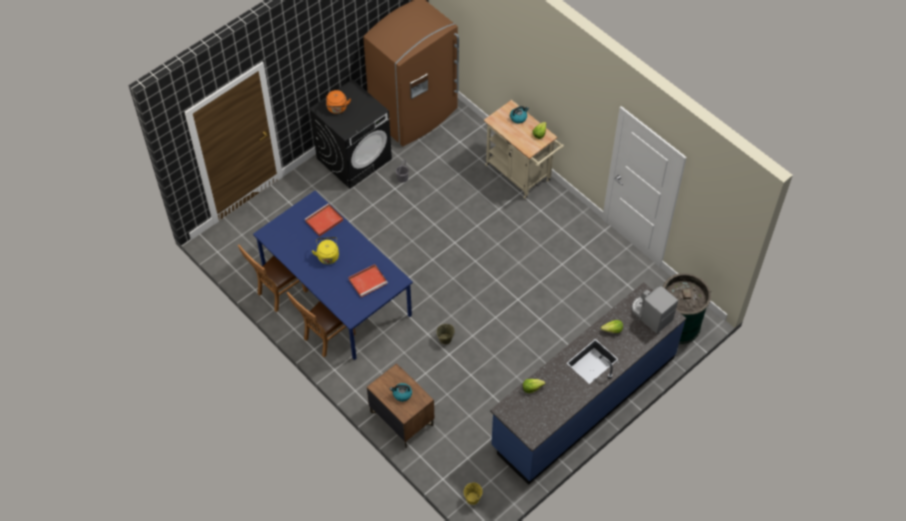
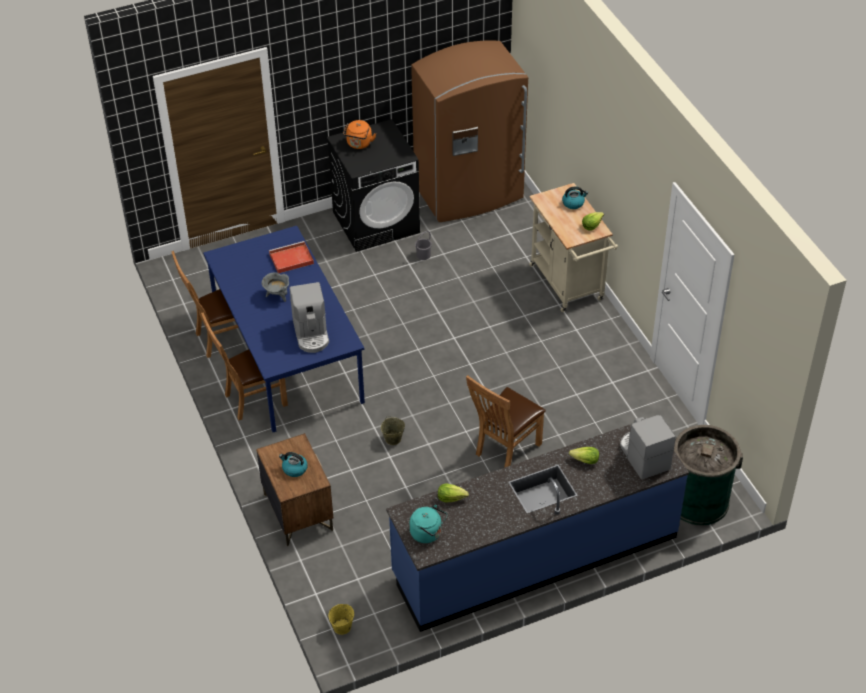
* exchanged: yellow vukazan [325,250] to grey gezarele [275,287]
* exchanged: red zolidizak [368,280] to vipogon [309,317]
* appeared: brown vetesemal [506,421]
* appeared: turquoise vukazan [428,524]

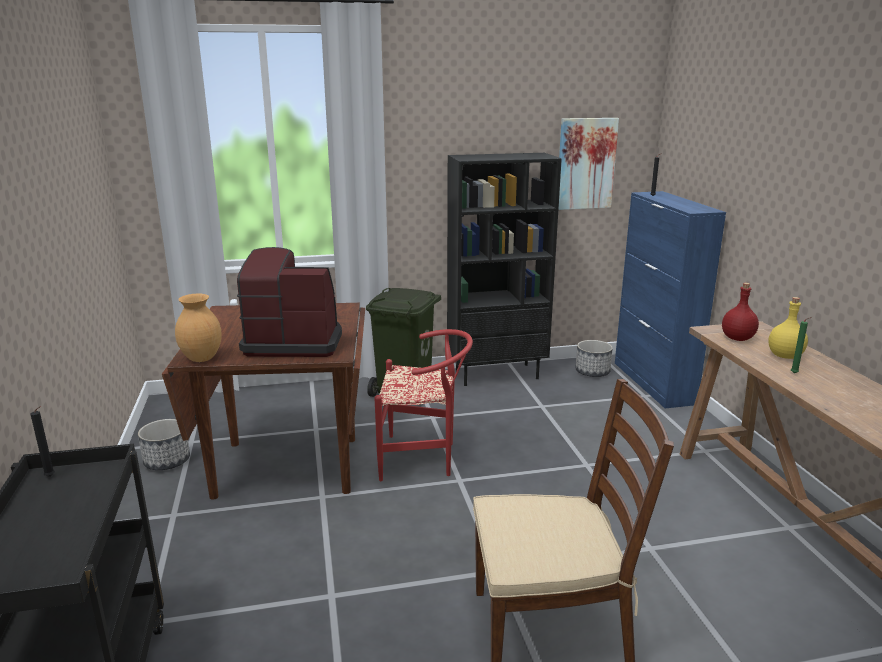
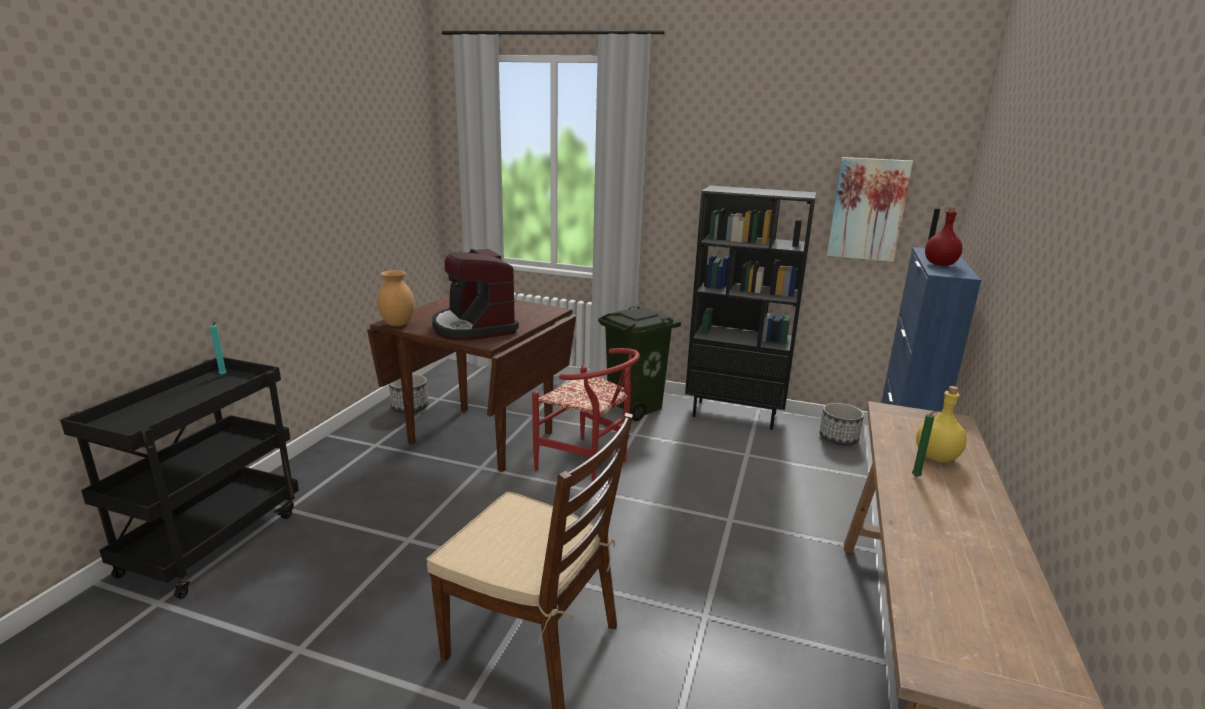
* spun: vipogon [289,302] = [475,295] 150 degrees counterclockwise
* relocated: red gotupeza [740,312] to [944,236]
* colour: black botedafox [42,441] to turquoise botedafox [218,348]

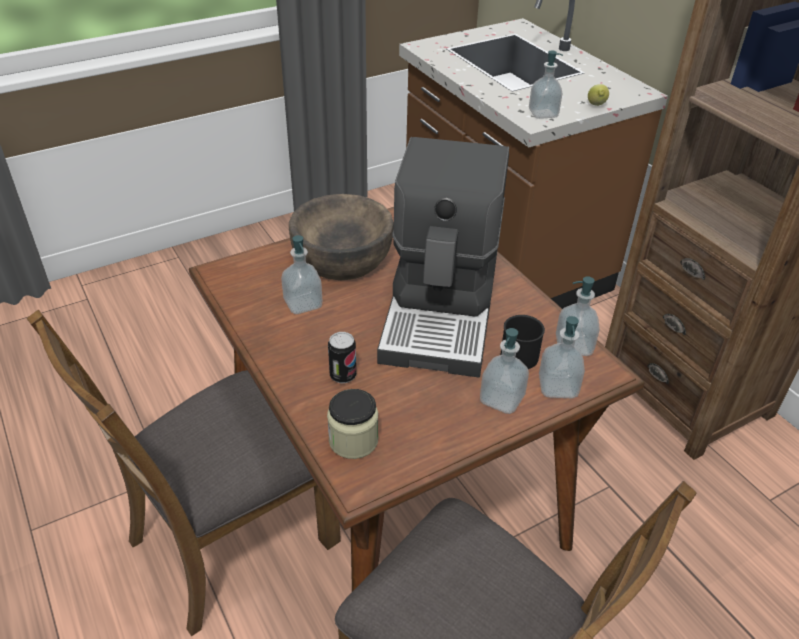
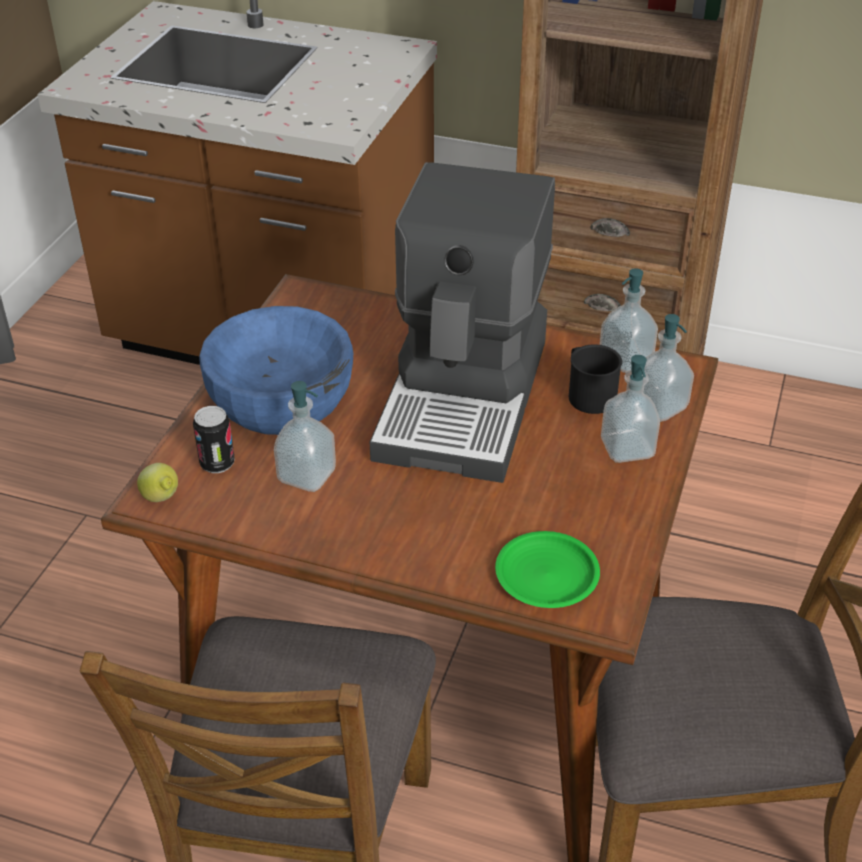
* missing: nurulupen [546,85]
* relocated: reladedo [598,95] to [157,482]
* spun: vipogon [443,257] = [462,322] 45 degrees clockwise
* colour: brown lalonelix [341,237] to blue lalonelix [276,370]
* relocated: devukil [342,357] to [214,439]
* exchanged: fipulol [352,424] to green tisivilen [547,569]

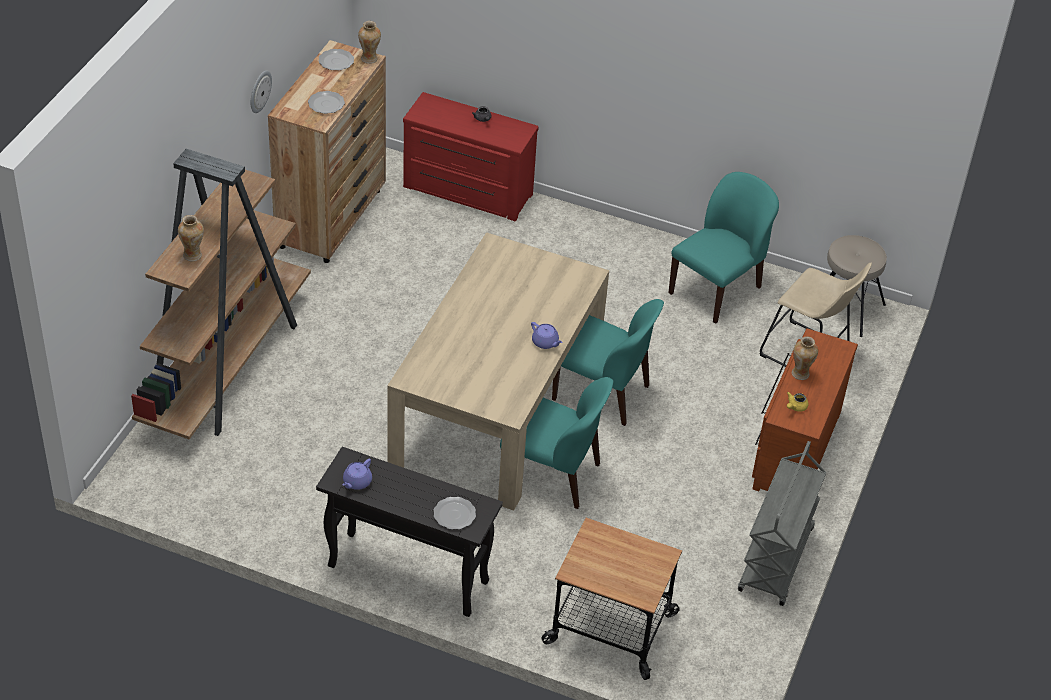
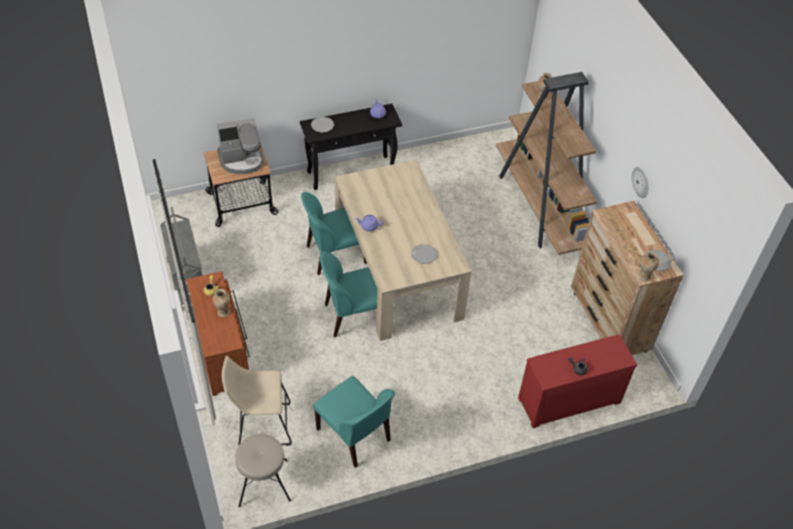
* relocated: tisivilen [326,102] to [424,254]
* spun: turquoise vetesemal [723,248] = [354,422] 45 degrees counterclockwise
* appeared: vipogon [240,146]

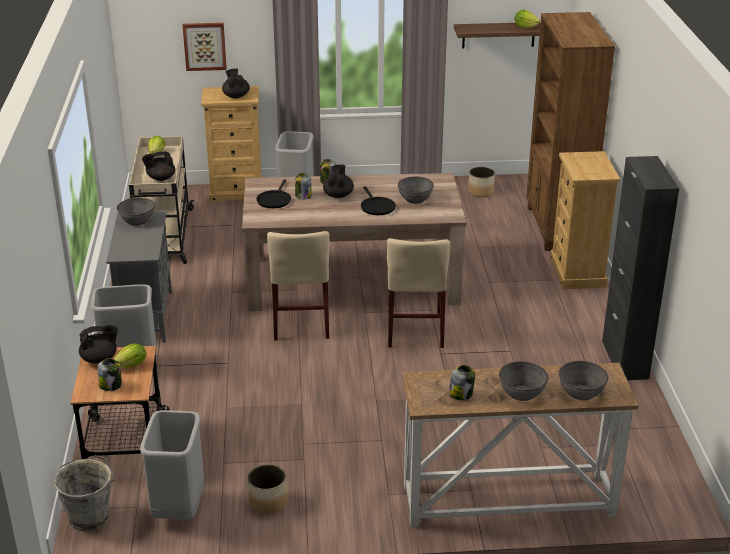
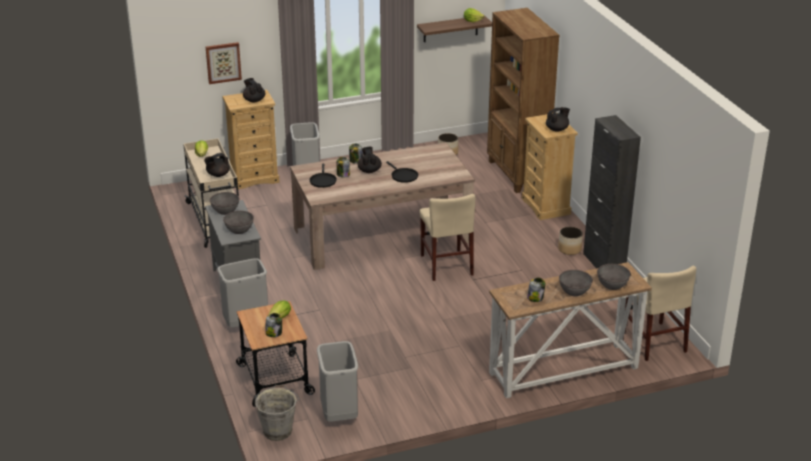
* relocated: grey lalonelix [416,190] to [238,222]
* relocated: beige vetesemal [298,285] to [660,313]
* relocated: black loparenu [98,344] to [558,119]
* relocated: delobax [267,489] to [570,241]

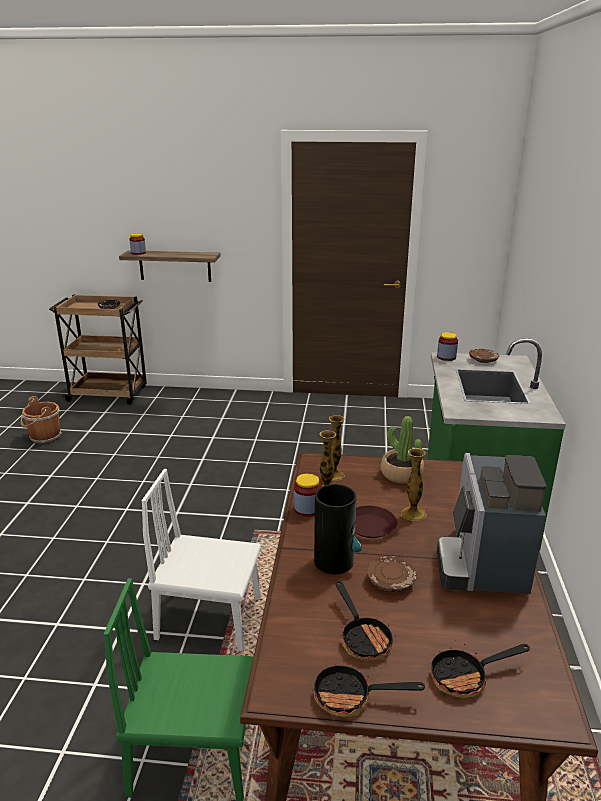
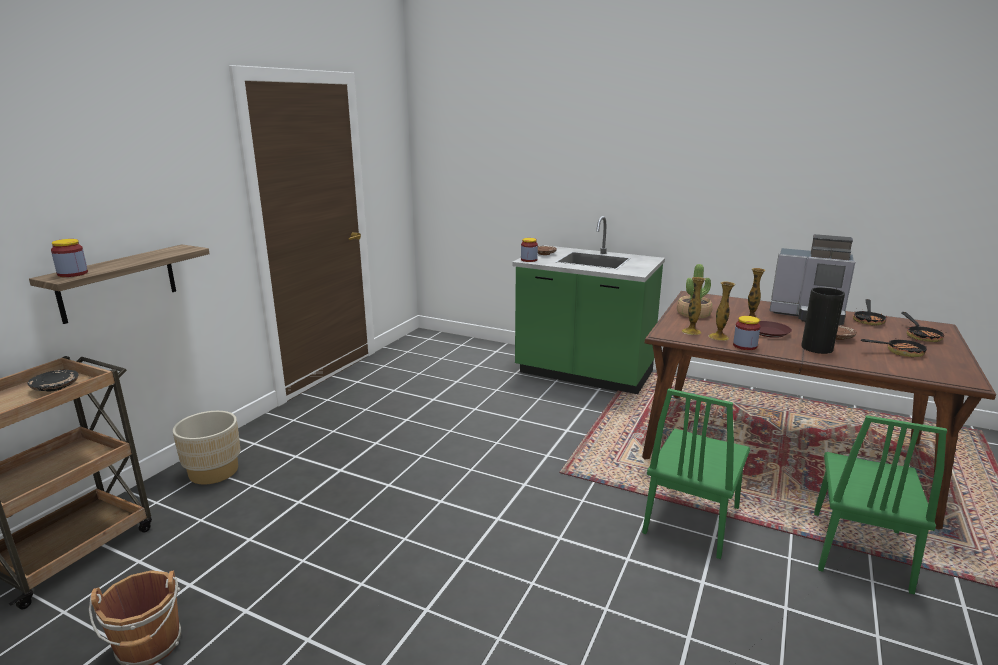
* colour: white vetesemal [201,560] to green vetesemal [696,473]
* relocated: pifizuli [369,690] to [870,312]
* appeared: beige delobax [206,447]

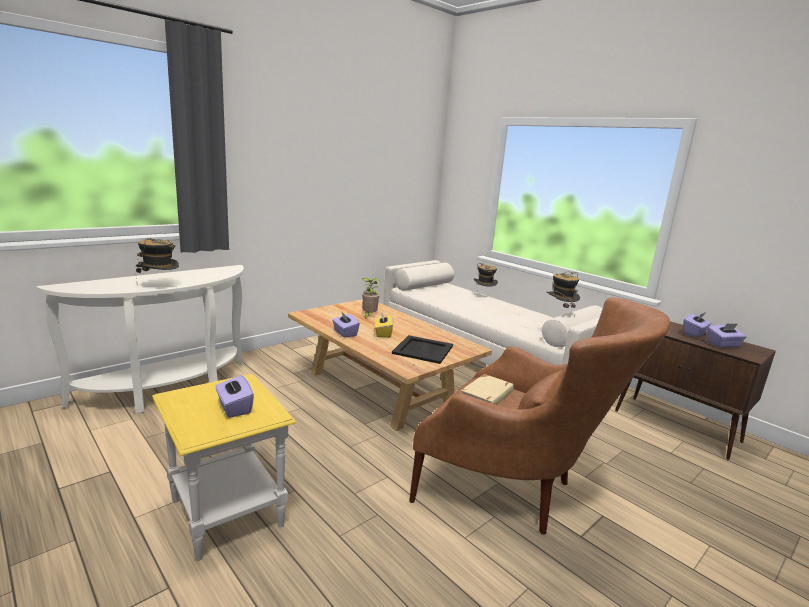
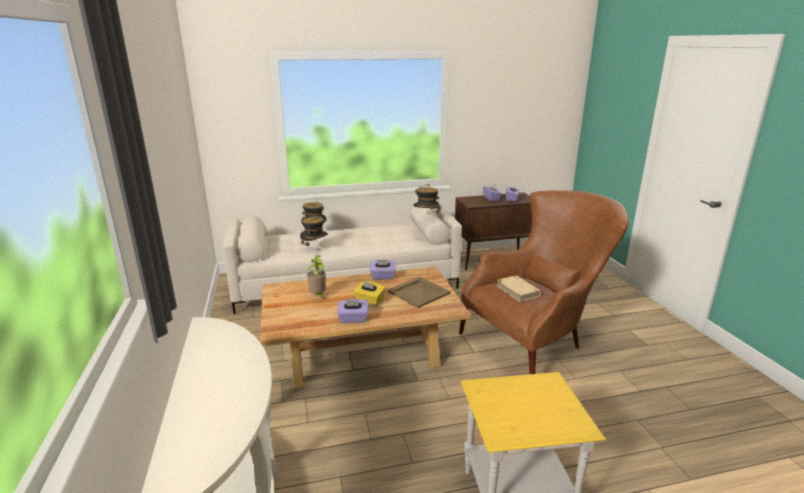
* relocated: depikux [157,259] to [314,231]
* colour: black zolidizak [422,349] to beige zolidizak [419,292]
* relocated: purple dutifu [234,396] to [383,269]

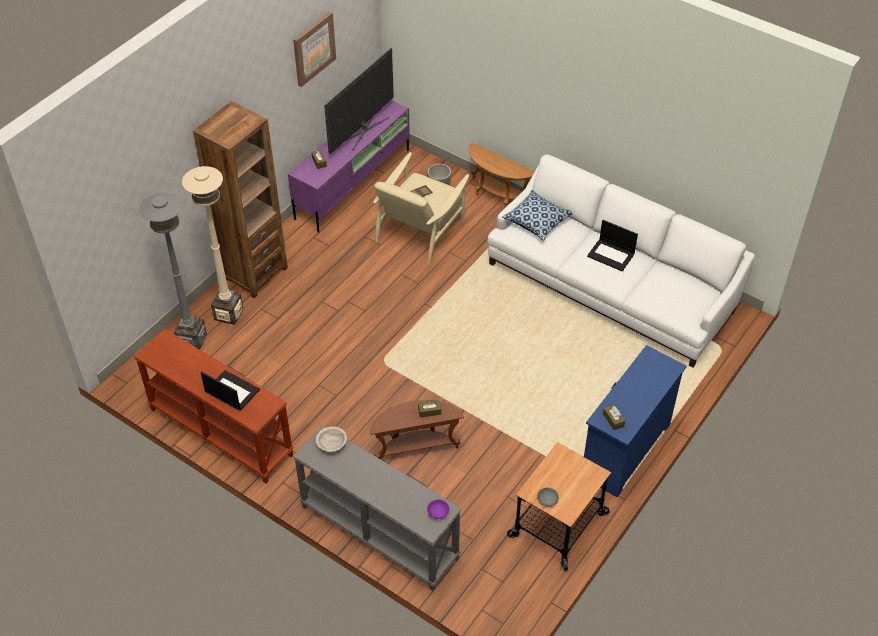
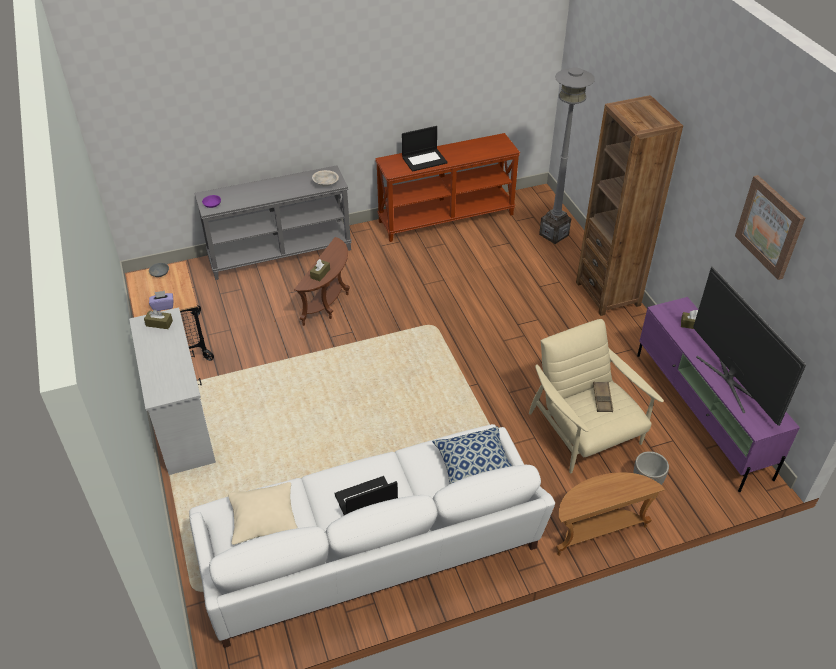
* missing: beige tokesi [212,245]
* colour: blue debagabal [635,421] to white debagabal [172,391]
* appeared: purple dutifu [161,301]
* appeared: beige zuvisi [263,513]

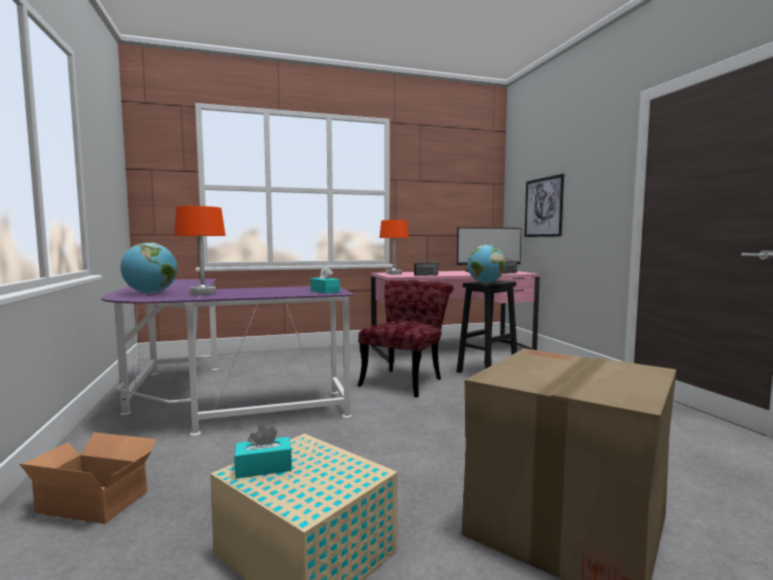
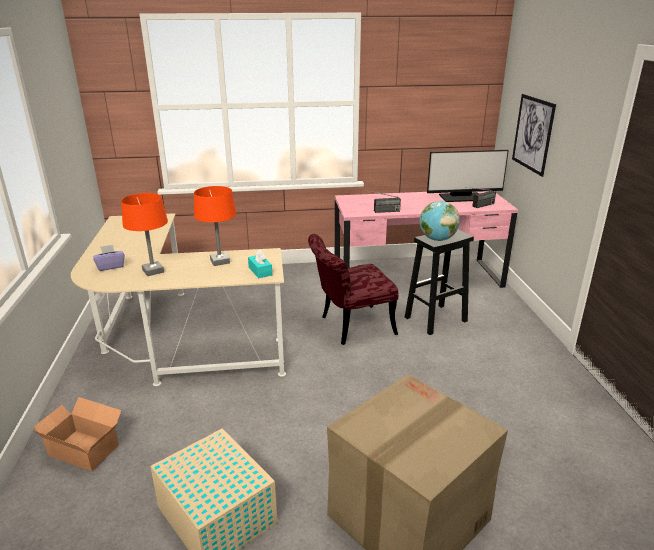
* relocated: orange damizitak [394,247] to [215,226]
* exchanged: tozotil [148,268] to purple dutifu [108,258]
* colour: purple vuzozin [227,357] to beige vuzozin [178,299]
* spun: red vetesemal [405,339] = [353,289] 150 degrees counterclockwise
* missing: turquoise dutifu [263,452]

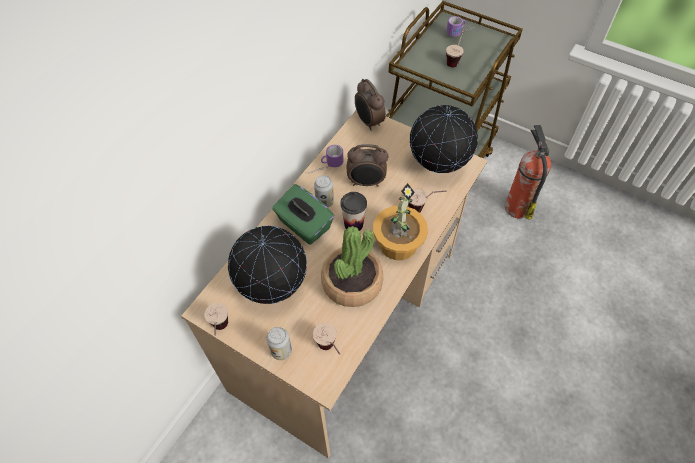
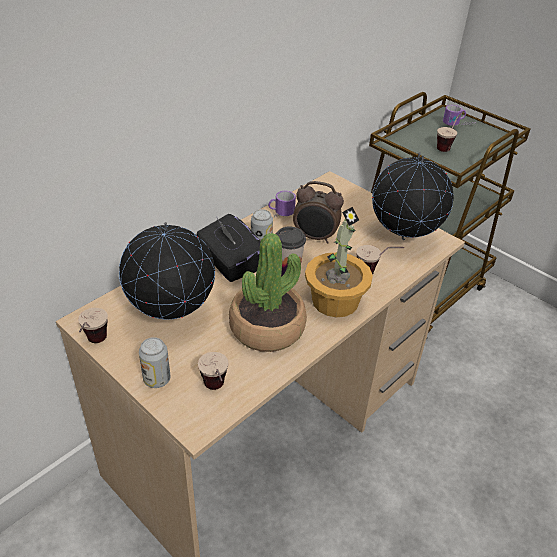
* missing: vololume [370,105]
* missing: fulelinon [528,172]
* colour: green dutifu [303,214] to black dutifu [228,248]

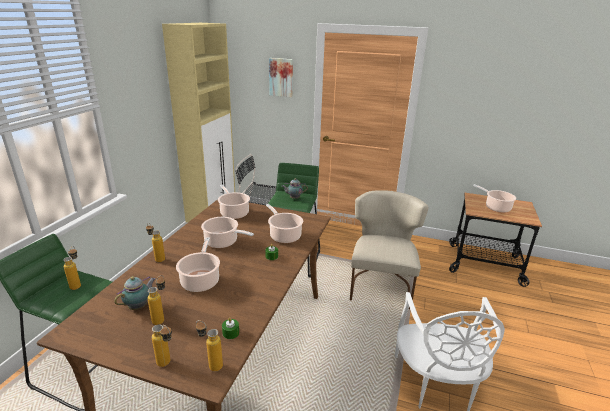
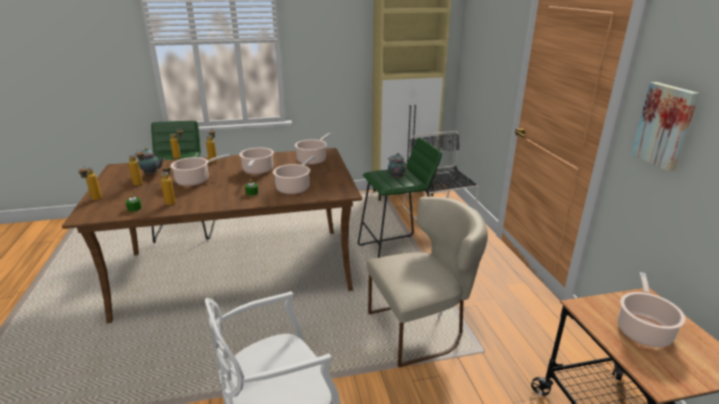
* relocated: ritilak [281,77] to [665,127]
* relocated: gotupeza [209,346] to [168,184]

